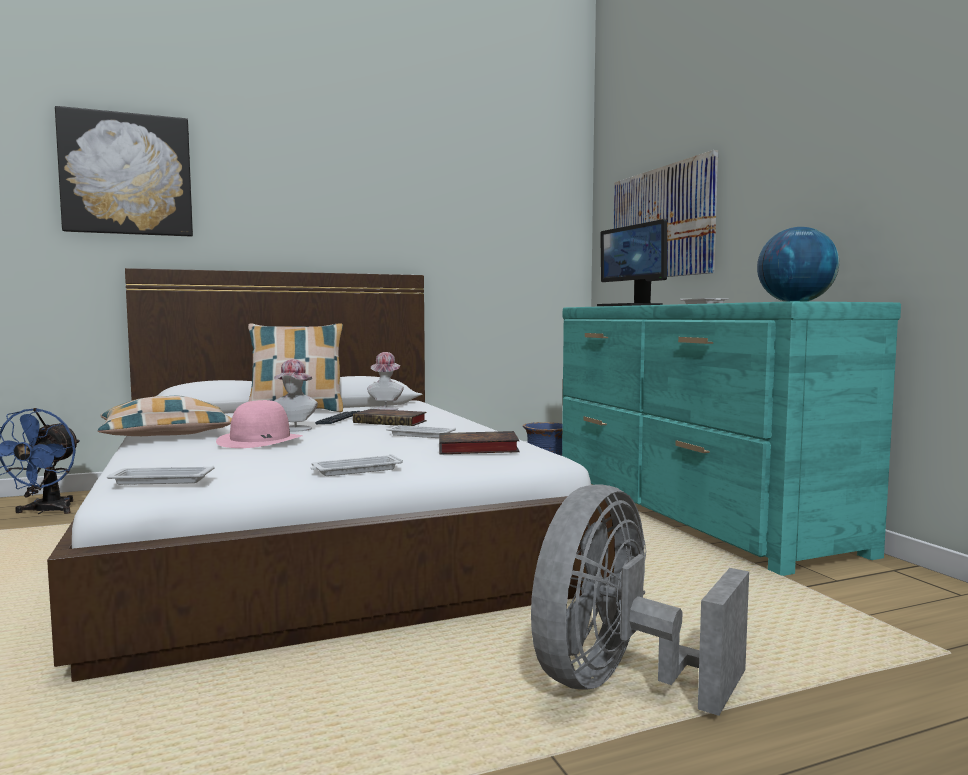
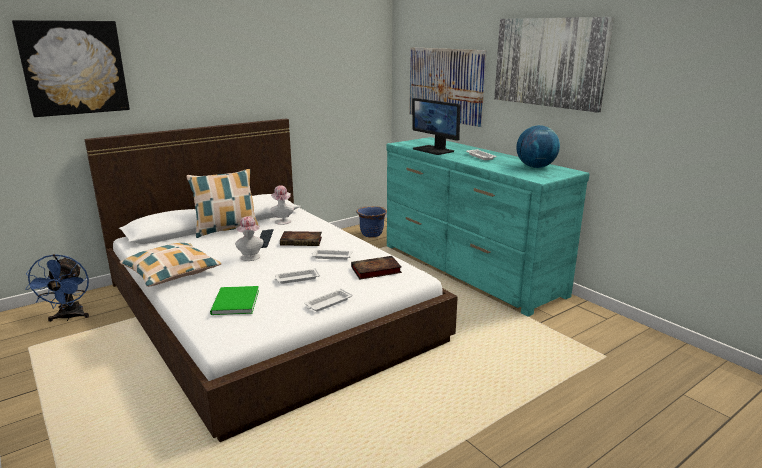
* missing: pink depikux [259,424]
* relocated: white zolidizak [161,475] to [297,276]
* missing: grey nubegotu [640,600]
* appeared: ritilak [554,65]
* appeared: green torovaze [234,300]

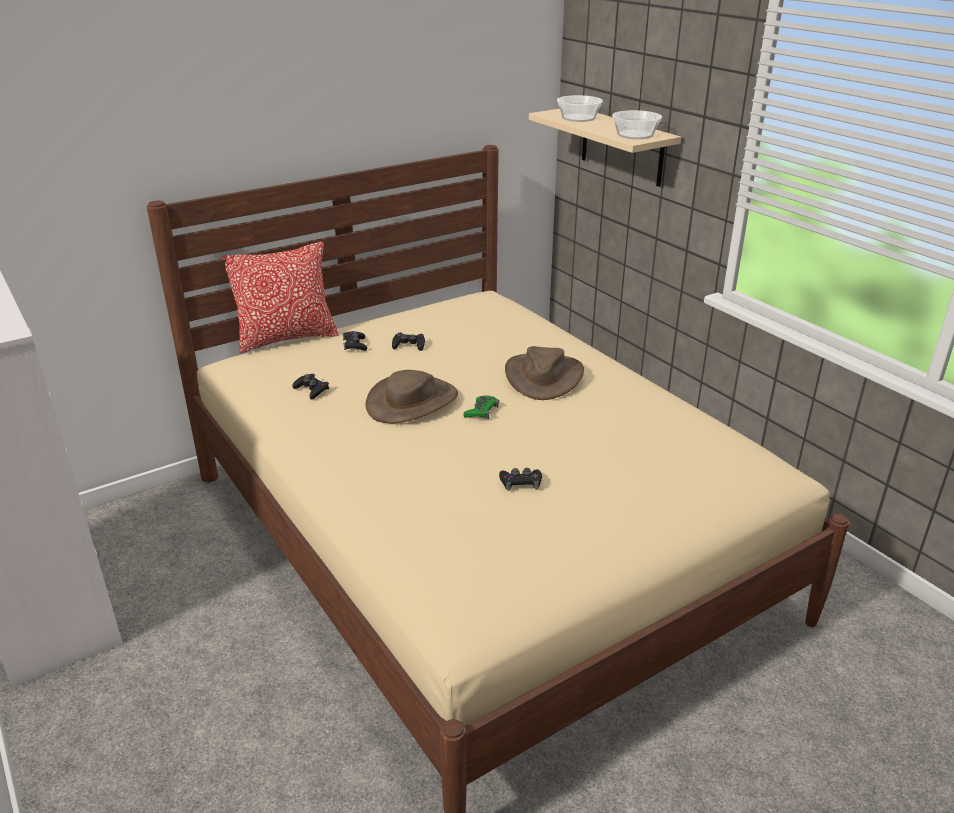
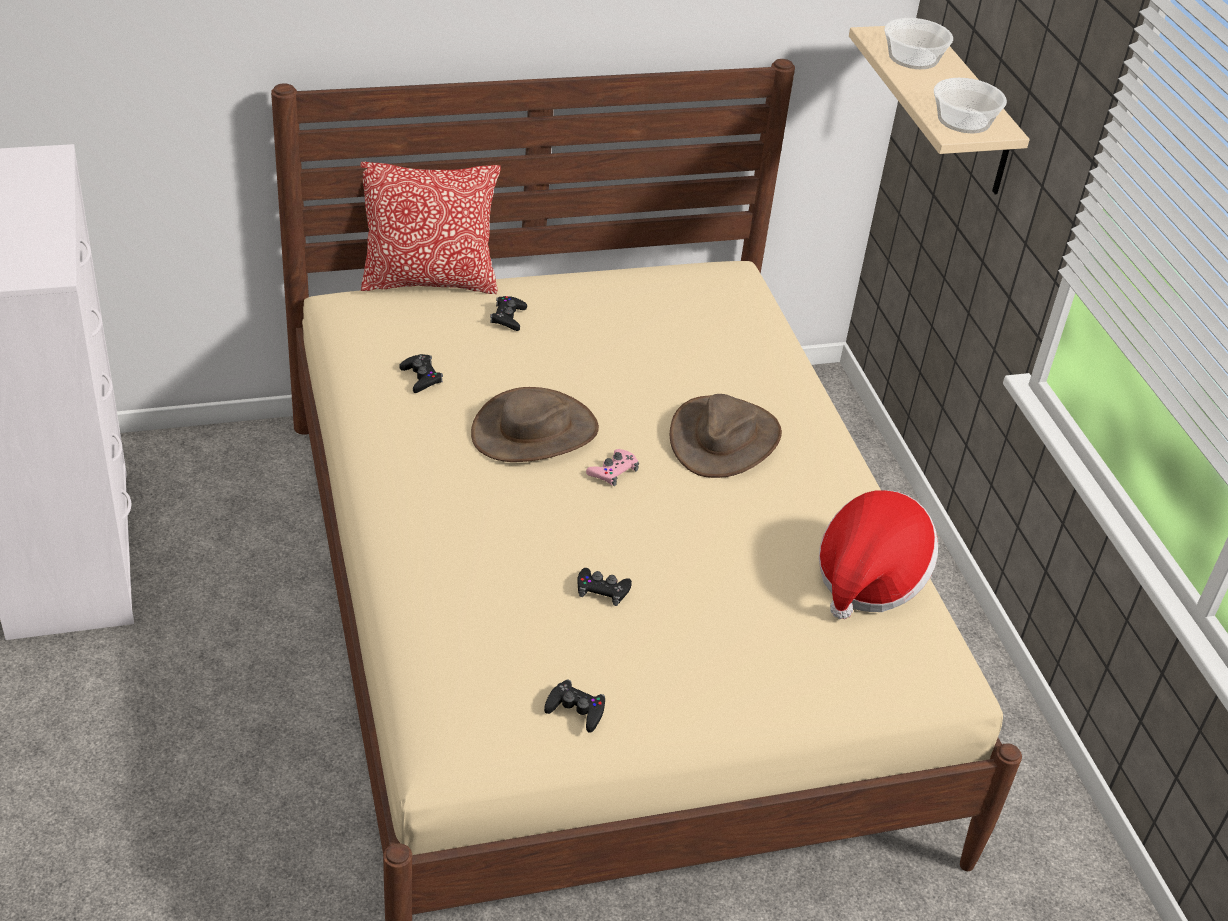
* relocated: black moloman [408,341] to [574,706]
* colour: green moloman [481,407] to pink moloman [612,467]
* appeared: depikux [878,554]

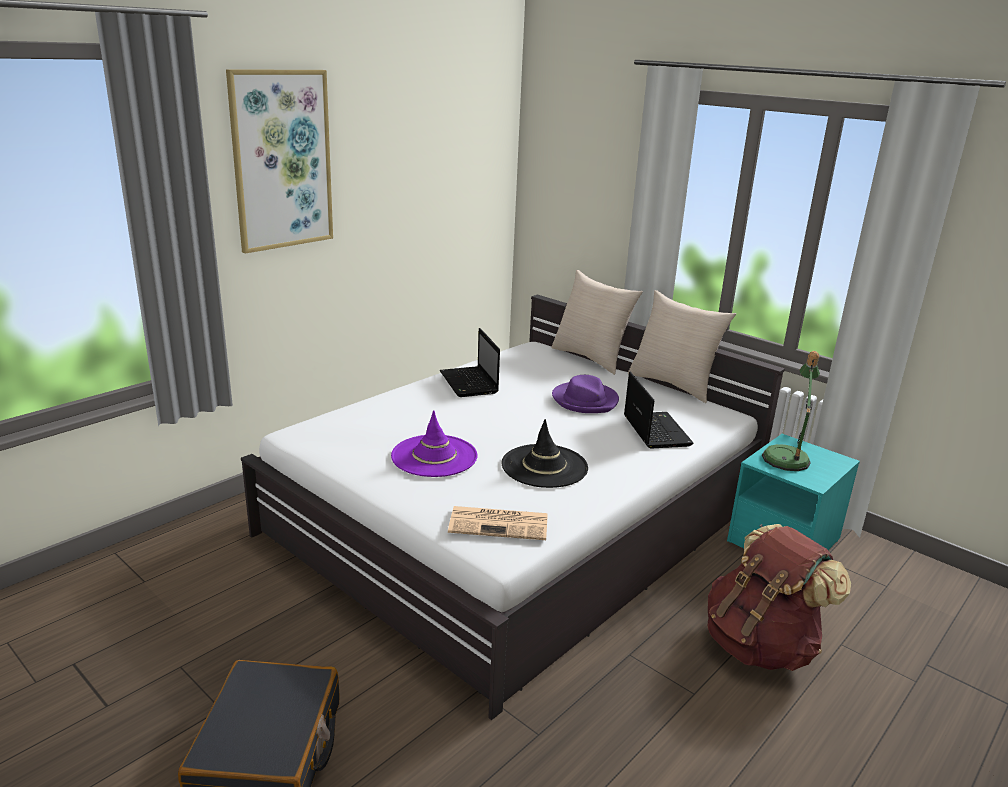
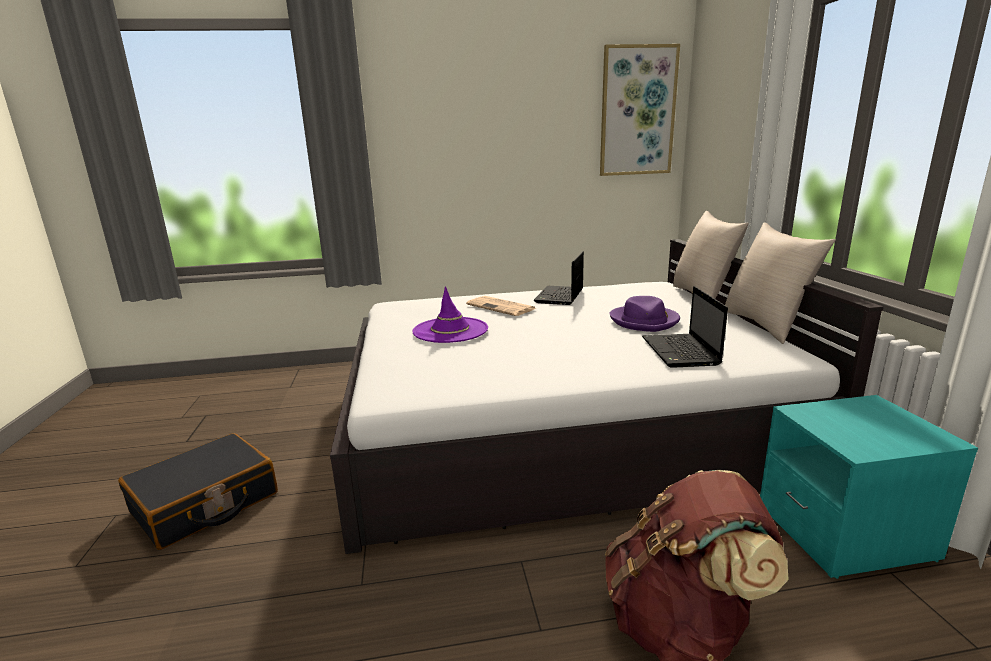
* relocated: ritilak [279,161] to [640,110]
* missing: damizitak [791,411]
* spun: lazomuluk [659,410] = [685,327] 150 degrees clockwise
* missing: black depikux [544,453]
* relocated: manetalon [498,523] to [501,306]

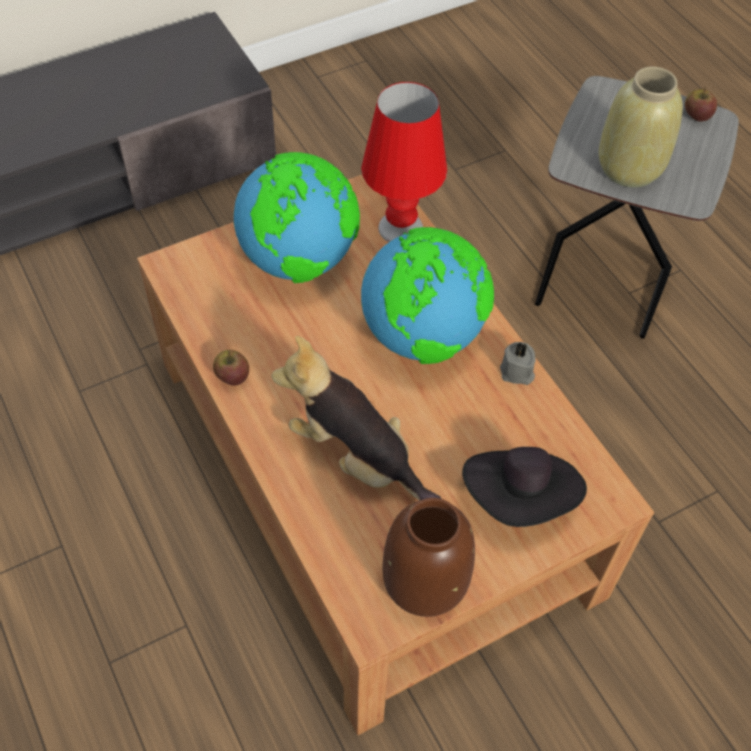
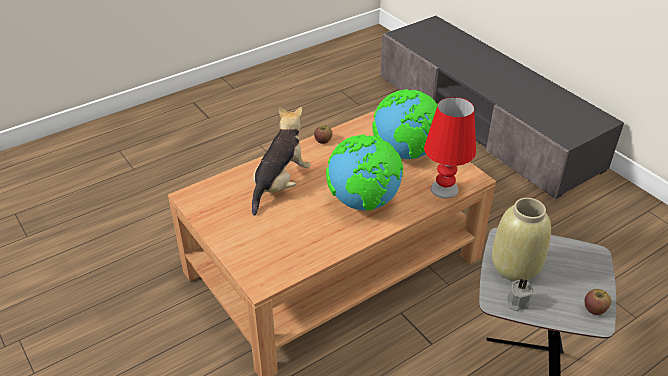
* relocated: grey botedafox [518,363] to [520,294]
* missing: black depikux [524,487]
* missing: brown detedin [429,557]

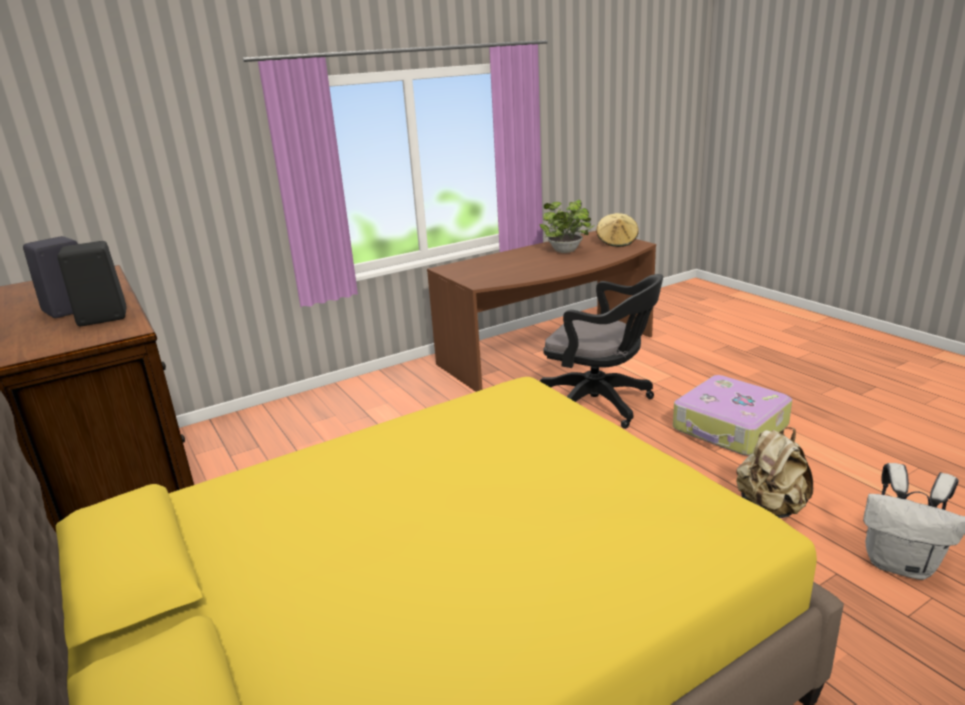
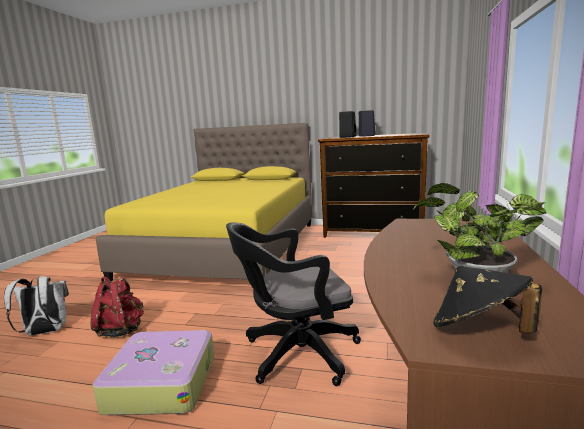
* colour: beige depikux [617,230] to black depikux [487,299]
* colour: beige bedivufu [774,472] to red bedivufu [117,307]

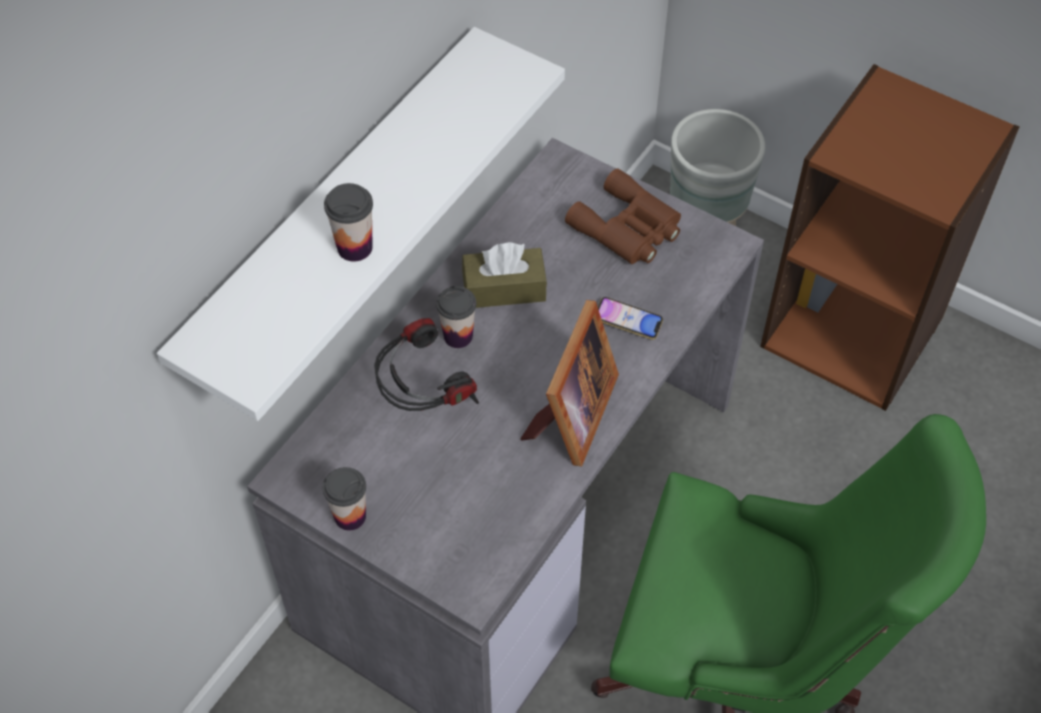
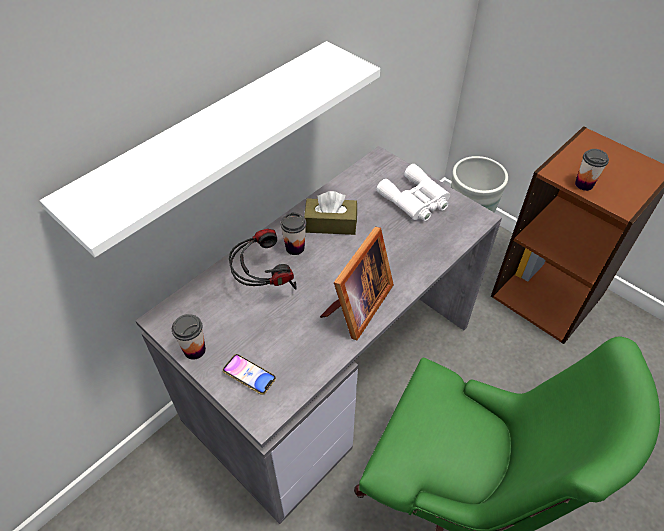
* colour: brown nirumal [623,216] to white nirumal [413,192]
* relocated: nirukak [348,222] to [592,170]
* relocated: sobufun [630,318] to [249,374]

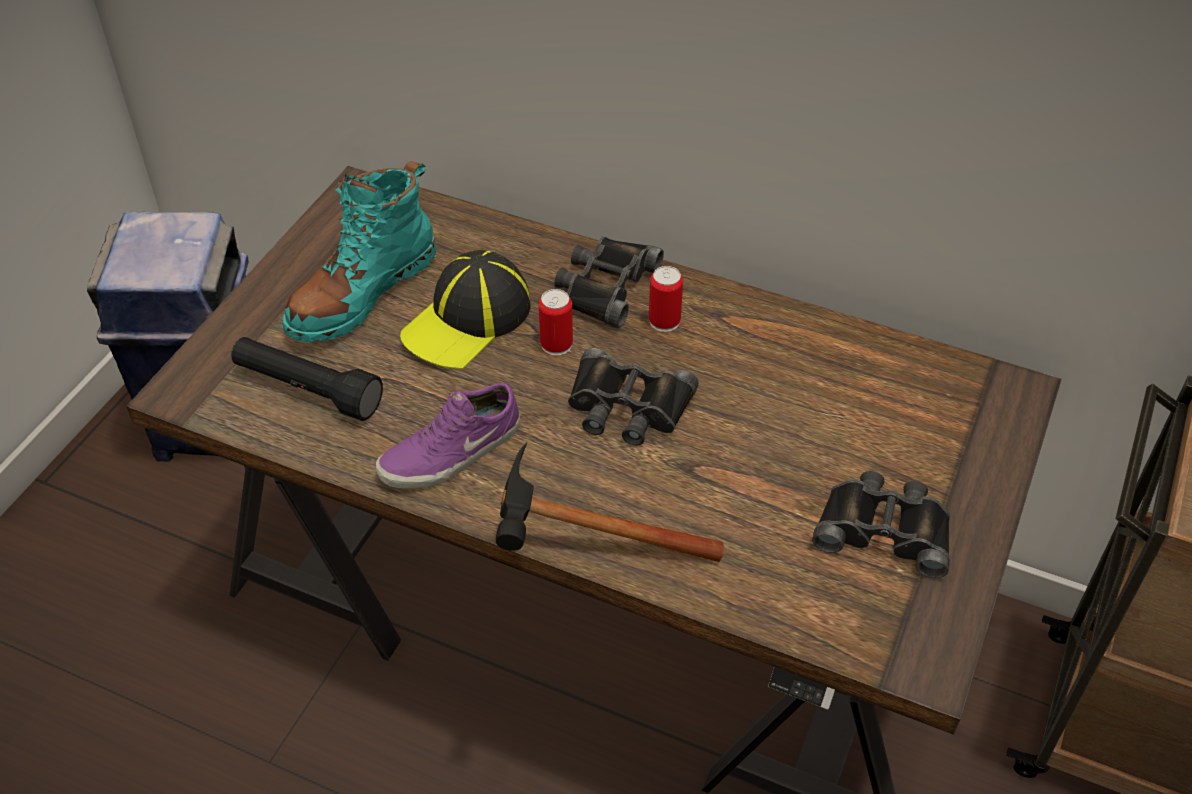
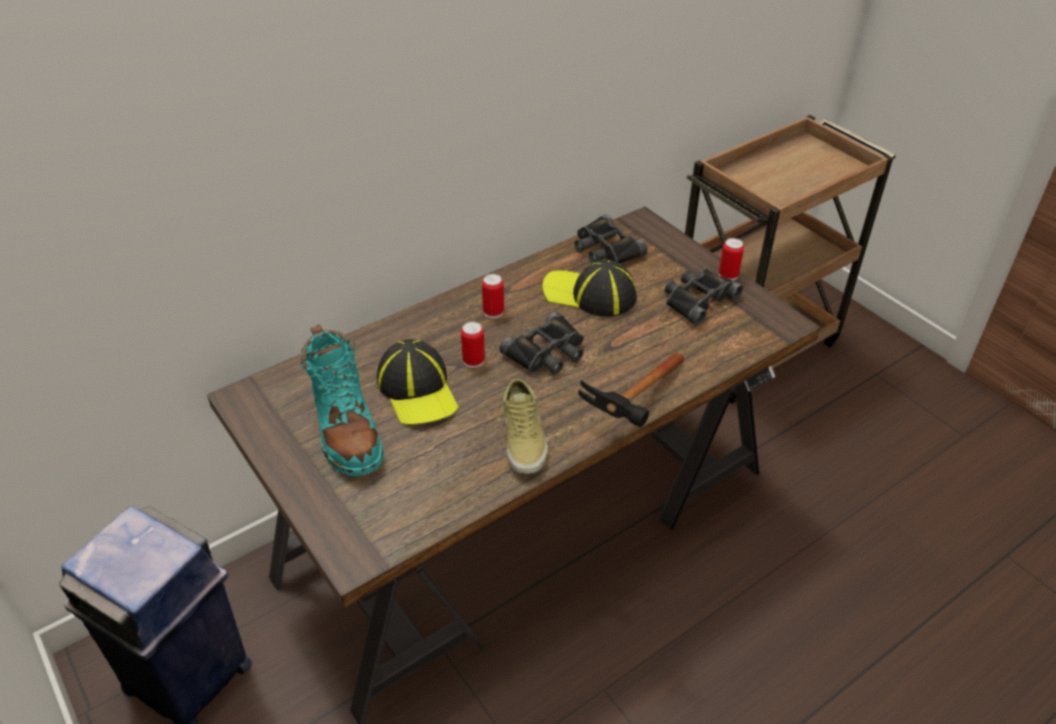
* relocated: black nirumal [609,282] to [611,239]
* missing: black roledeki [307,379]
* colour: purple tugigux [447,436] to beige tugigux [525,426]
* appeared: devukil [731,259]
* appeared: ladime [589,288]

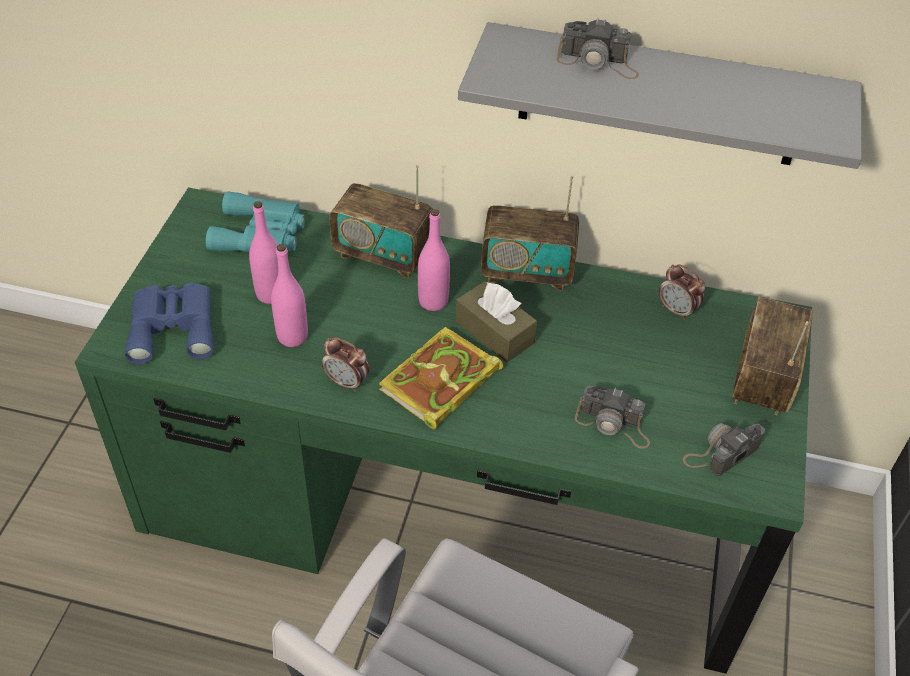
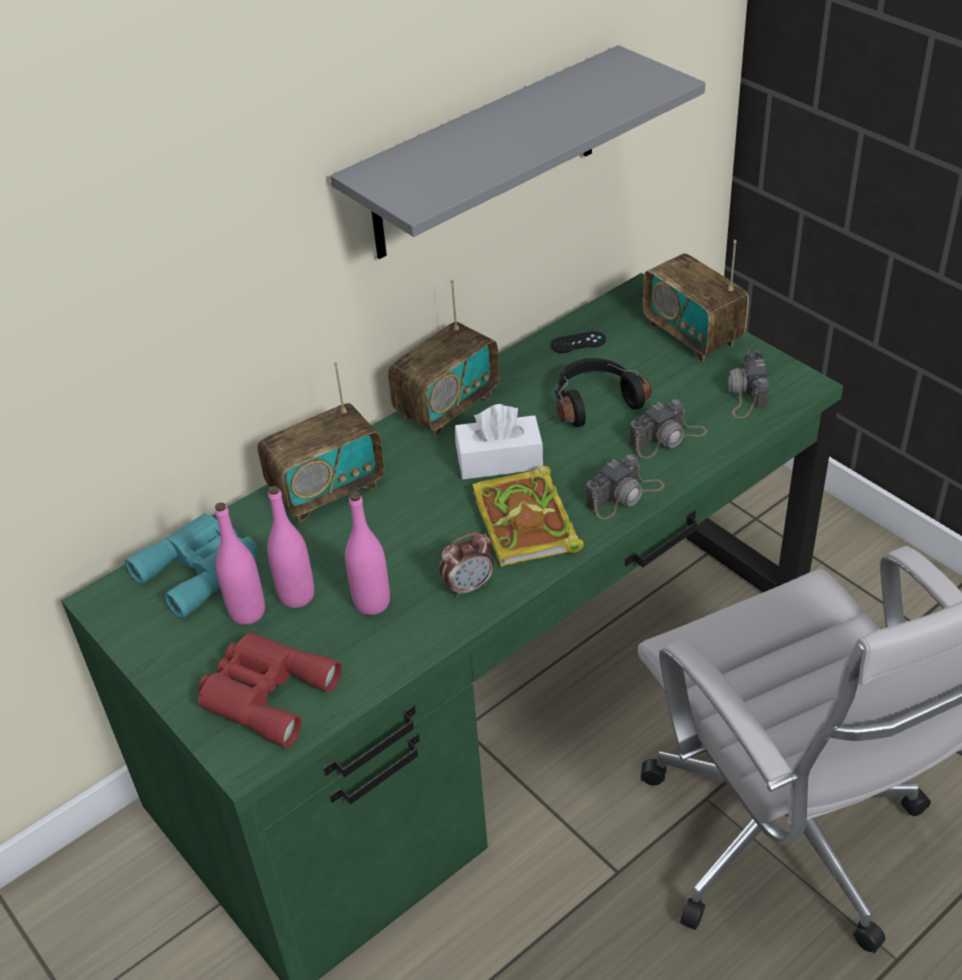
* relocated: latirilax [598,48] to [625,486]
* relocated: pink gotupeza [434,260] to [240,563]
* exchanged: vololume [682,292] to black moloman [578,342]
* colour: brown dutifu [496,321] to white dutifu [499,441]
* colour: blue nirumal [169,324] to red nirumal [270,690]
* appeared: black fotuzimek [602,392]

